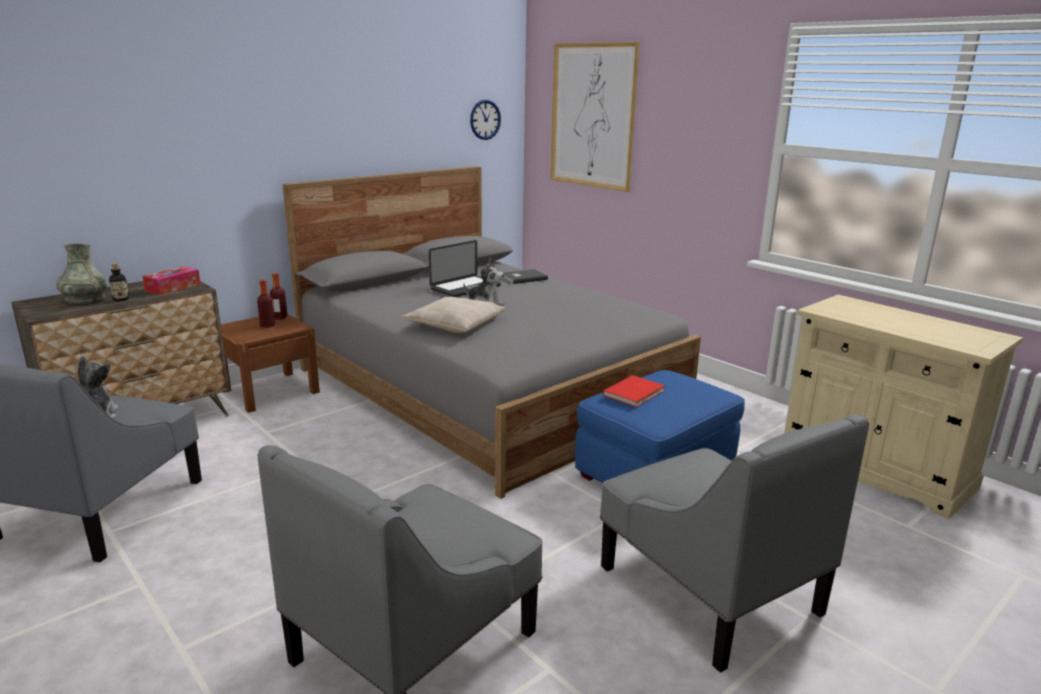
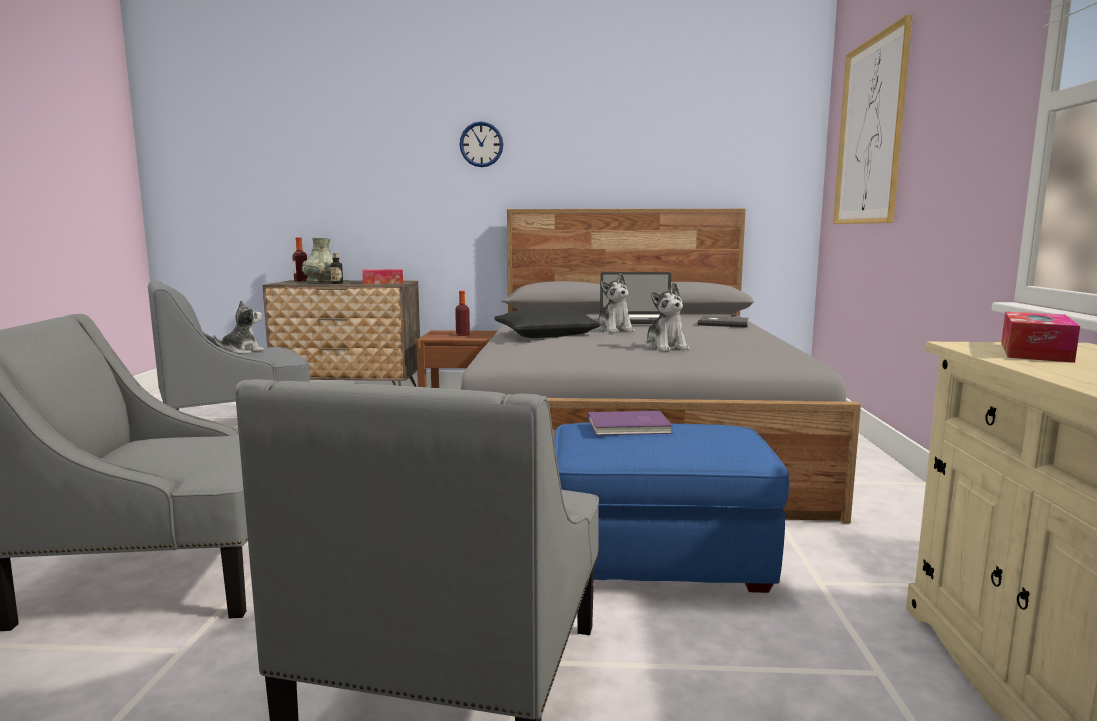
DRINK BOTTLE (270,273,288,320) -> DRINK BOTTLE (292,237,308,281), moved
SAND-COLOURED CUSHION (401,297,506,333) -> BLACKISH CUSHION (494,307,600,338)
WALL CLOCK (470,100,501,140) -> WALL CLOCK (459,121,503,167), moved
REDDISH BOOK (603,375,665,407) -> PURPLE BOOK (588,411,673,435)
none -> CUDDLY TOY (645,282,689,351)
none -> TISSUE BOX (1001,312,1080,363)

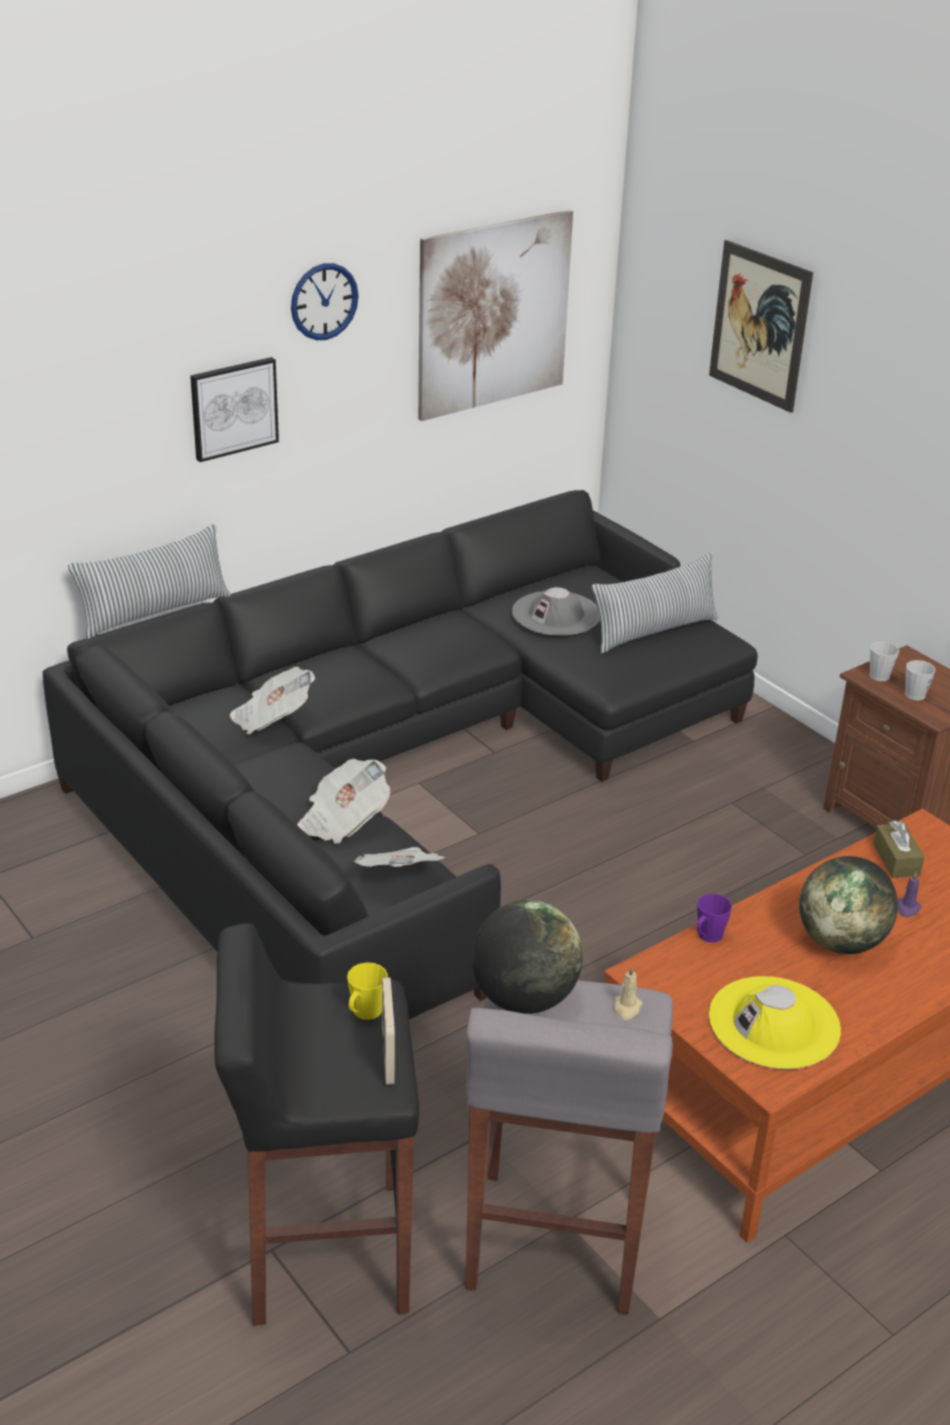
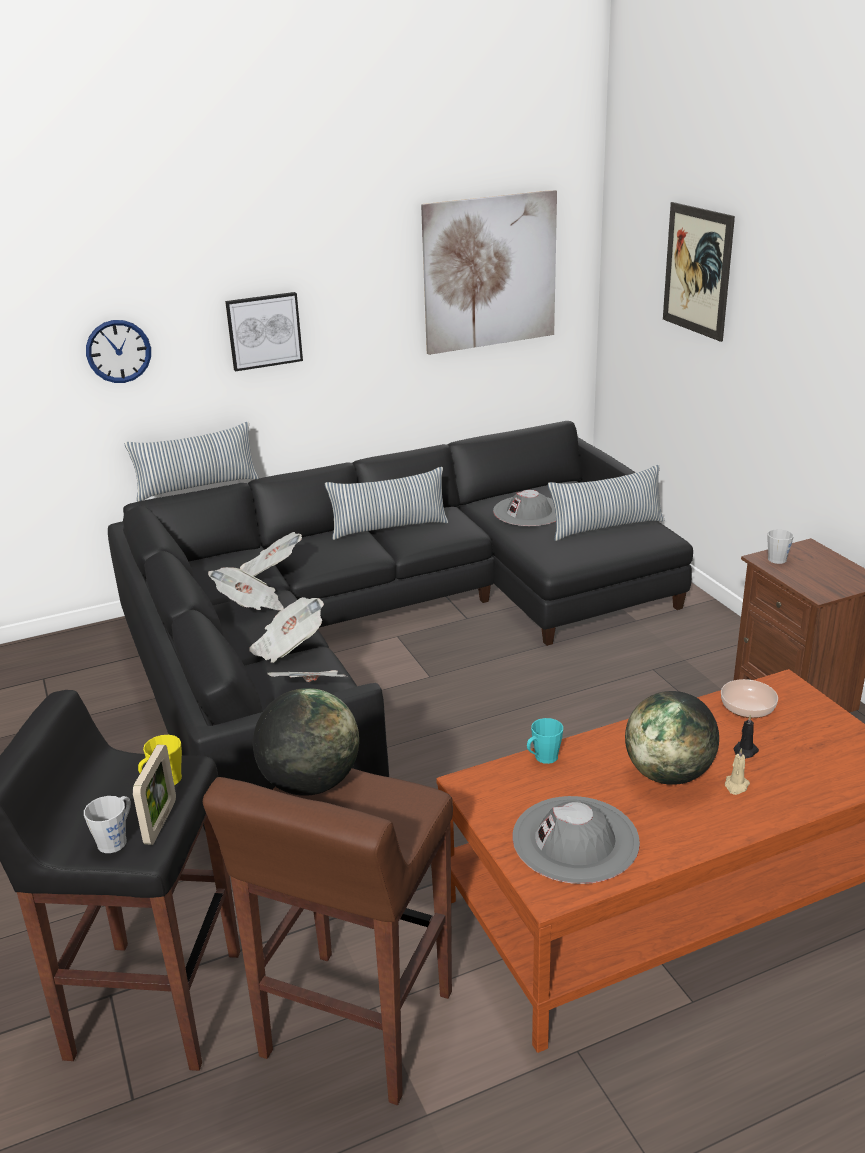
WALL CLOCK (291,263,359,340) -> WALL CLOCK (86,320,151,383), moved
GRAY STOOL SEAT (466,980,673,1314) -> BROWN STOOL SEAT (203,768,453,1105)
SAND-COLOURED CANDLE (614,966,643,1020) -> SAND-COLOURED CANDLE (725,748,750,795), moved
PURPLE MUG (697,894,732,943) -> BLUE-GREEN MUG (527,718,563,764)
YELLOW-COLOURED HAT (709,976,841,1070) -> GRAY HAT (513,796,640,884)
BROWN TISSUE BOX (873,820,924,878) -> SERVING BOWL (721,679,778,718)
PURPLE CANDLE (898,872,922,917) -> BLACKISH CANDLE (733,715,759,759)
GRAY MUG (905,660,935,700) -> GRAY MUG (84,796,131,853), moved
none -> DAILY PAPER (208,567,284,610)
none -> CUSHION (325,467,448,540)

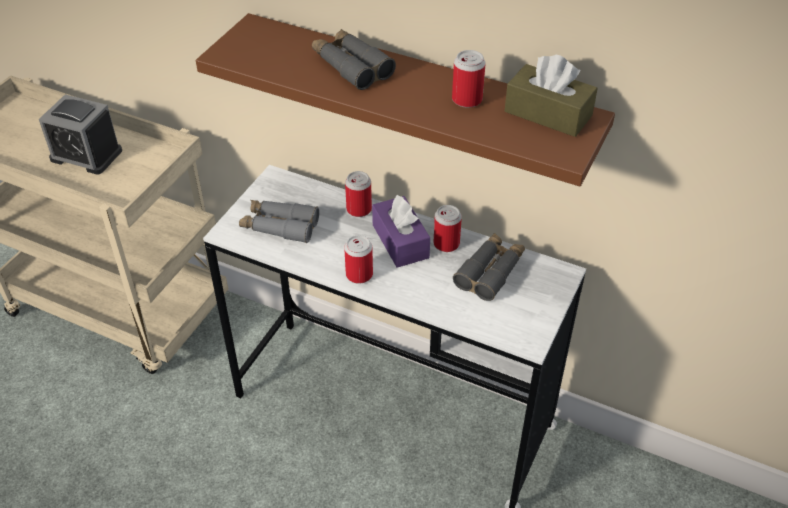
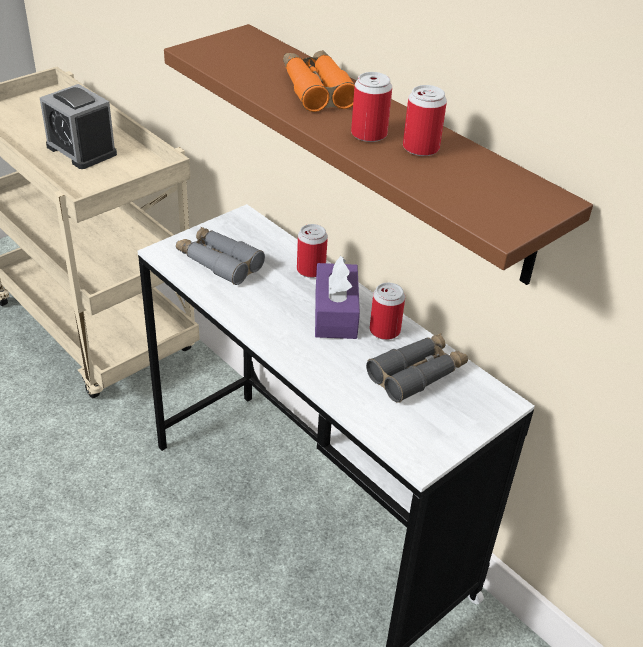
GRAY FIELD GLASSES (312,29,396,90) -> ORANGE FIELD GLASSES (283,50,355,112)
SEALED CAN (344,235,373,284) -> SEALED CAN (351,72,392,142), moved
BROWN TISSUE BOX (505,55,598,137) -> none

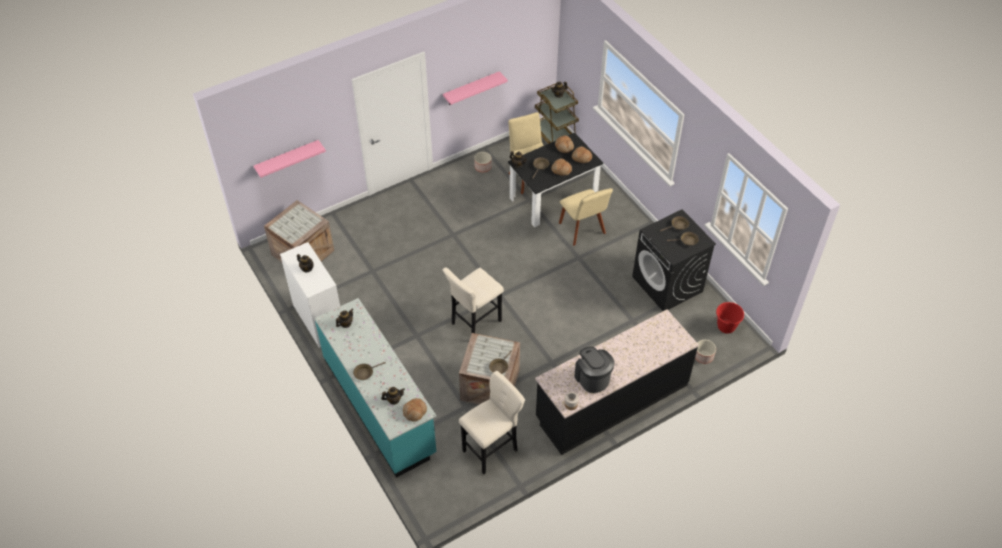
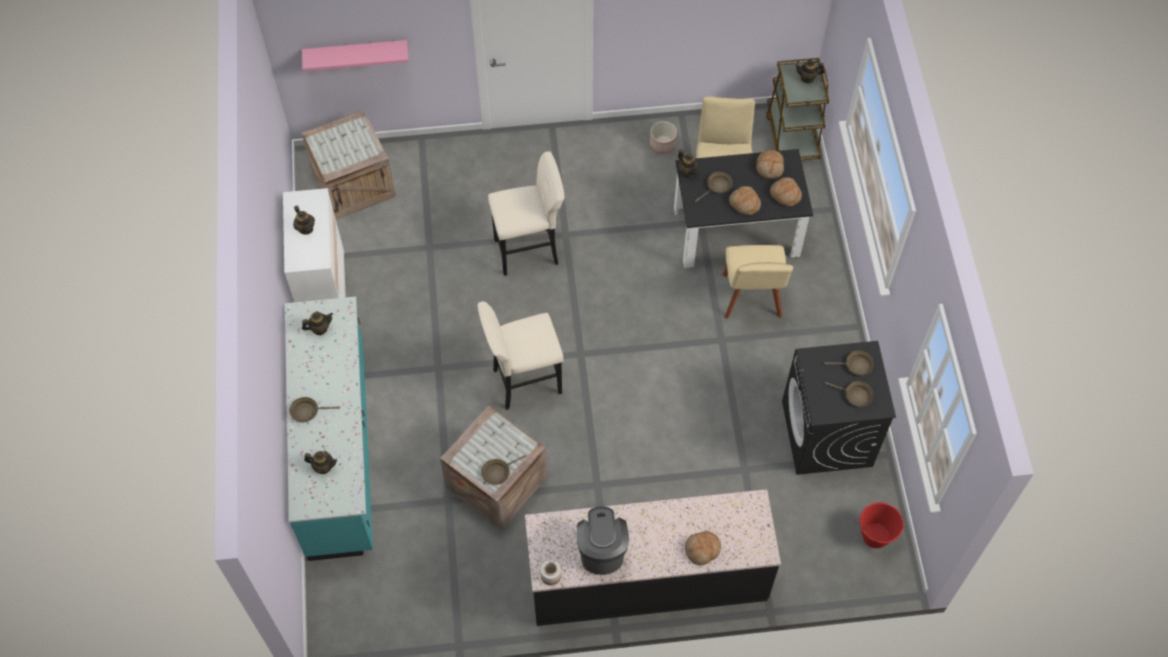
BAKERY BREAD (403,398,427,422) -> BAKERY BREAD (685,531,721,565), moved
PINKISH SHELF (443,71,508,105) -> none
SAND-COLOURED STOOL SEAT (459,371,525,474) -> SAND-COLOURED STOOL SEAT (488,151,565,276), moved
FLOWER POT (695,340,716,364) -> none

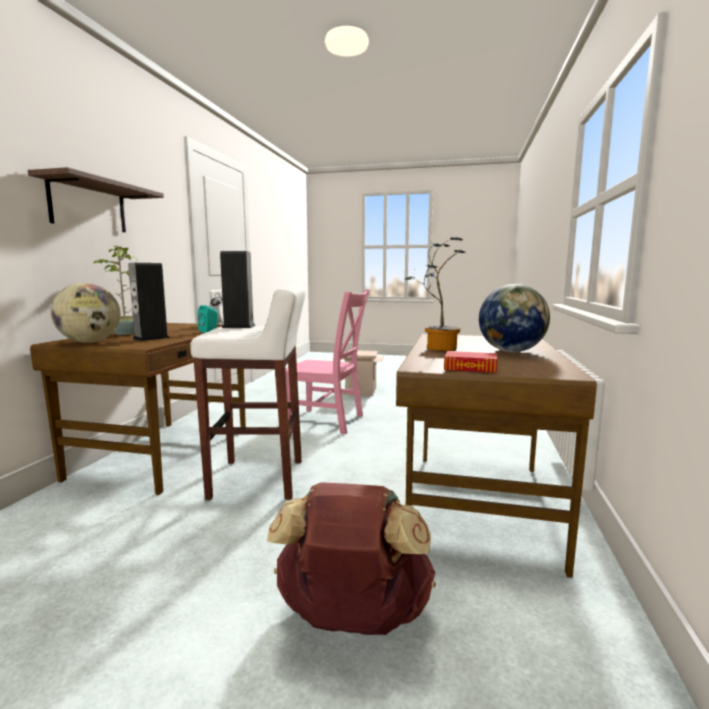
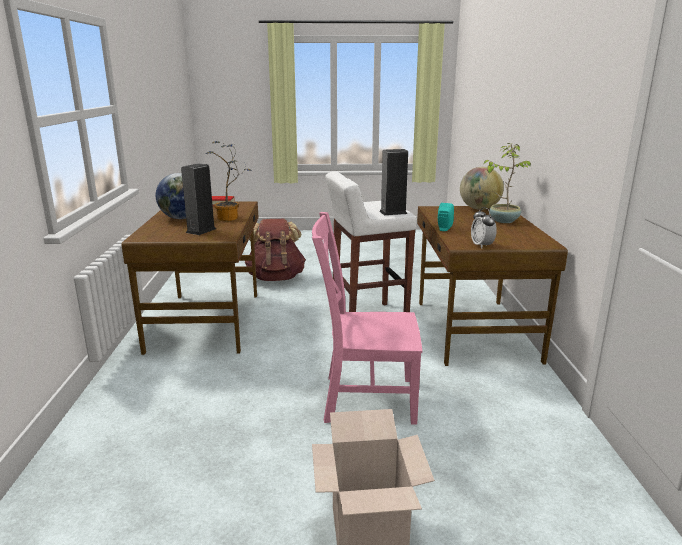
SHELF (28,167,164,232) -> none
AUDIO SPEAKER (128,263,170,341) -> AUDIO SPEAKER (181,163,216,235), moved

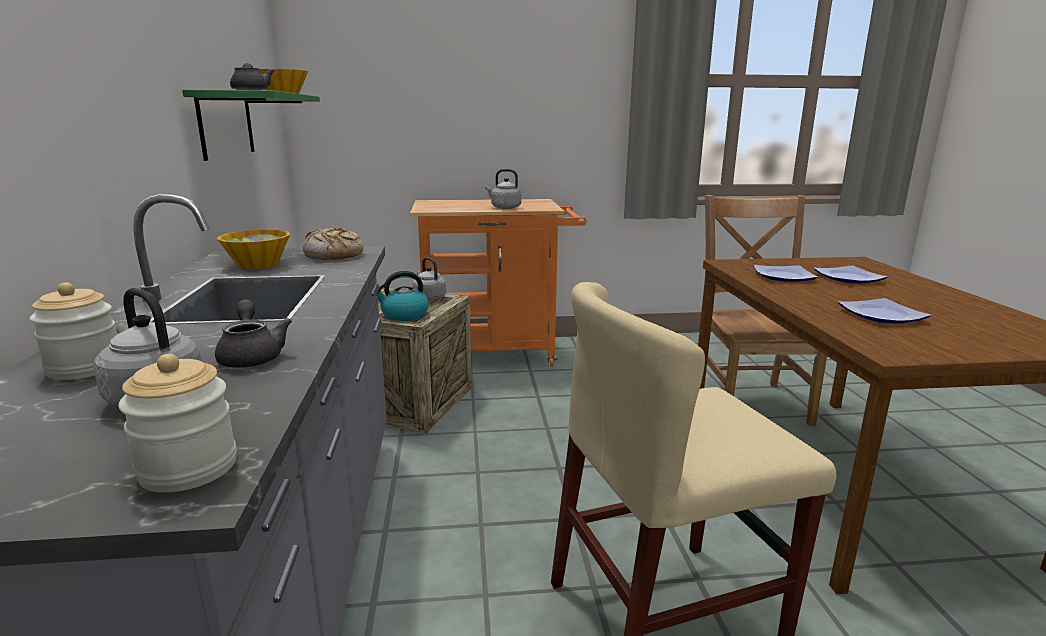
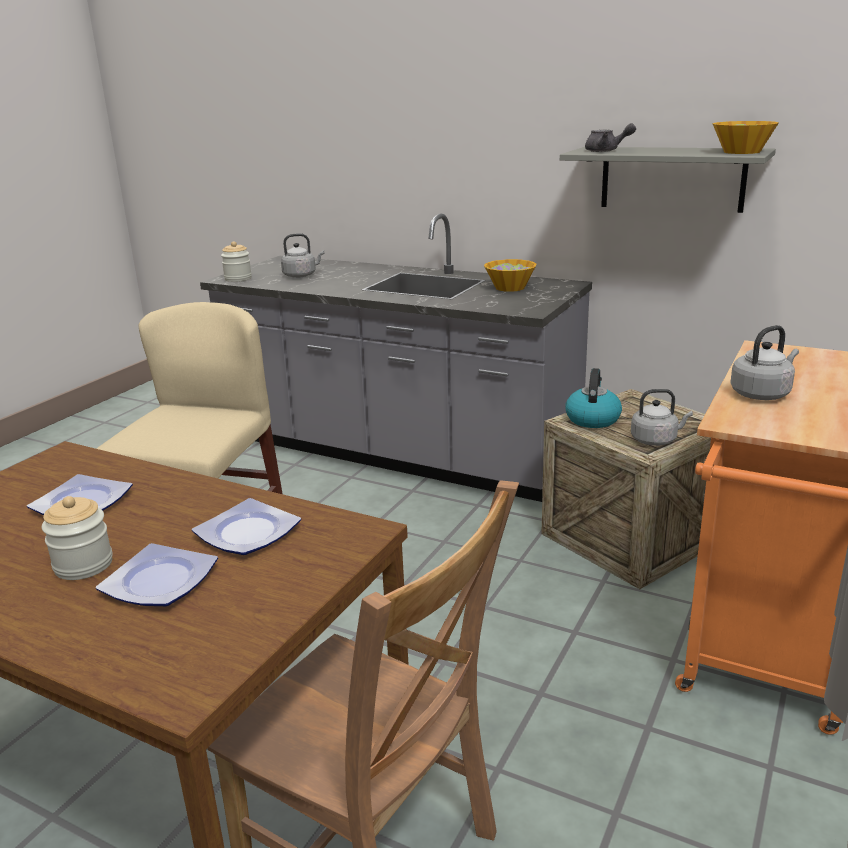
PRESERVE JAR (30,282,117,380) -> PRESERVE JAR (42,496,113,580), moved
GREEN SHELF (182,90,320,161) -> GRAY SHELF (560,147,776,213)
GRAY POT FOR TEA (215,300,292,368) -> none
BAKERY BREAD (303,227,364,260) -> none

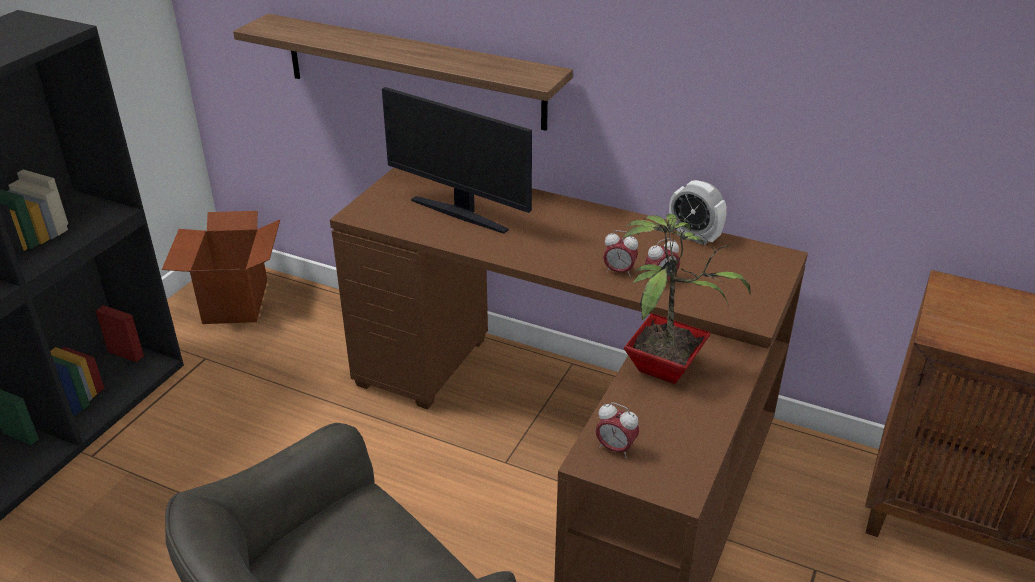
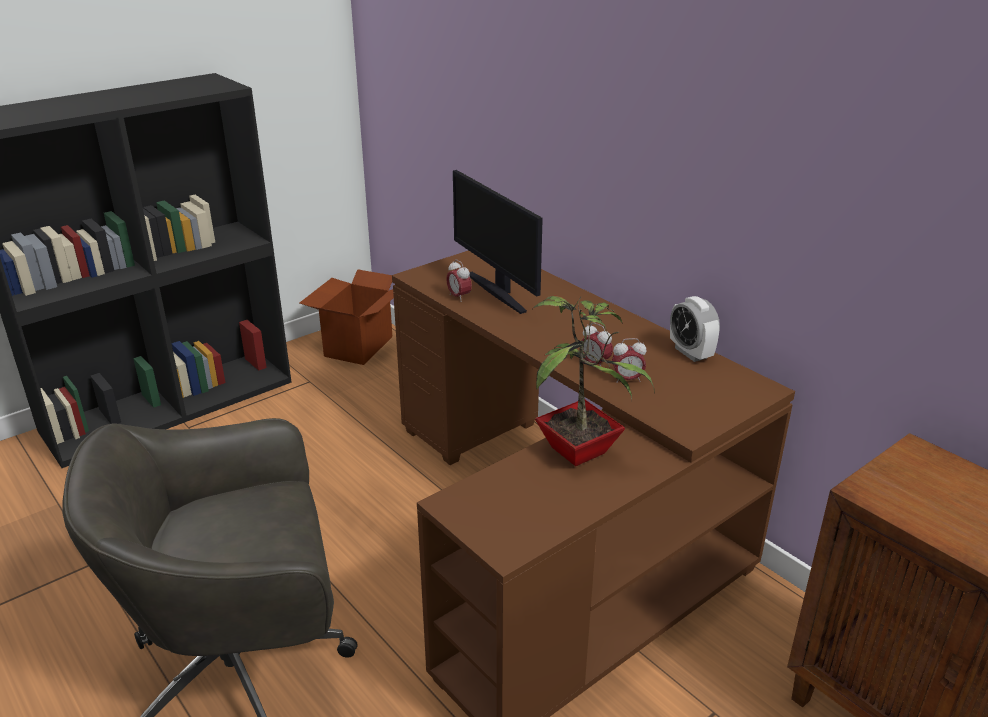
SHELF (233,14,573,131) -> none
ALARM CLOCK (596,402,639,458) -> ALARM CLOCK (446,259,472,302), moved

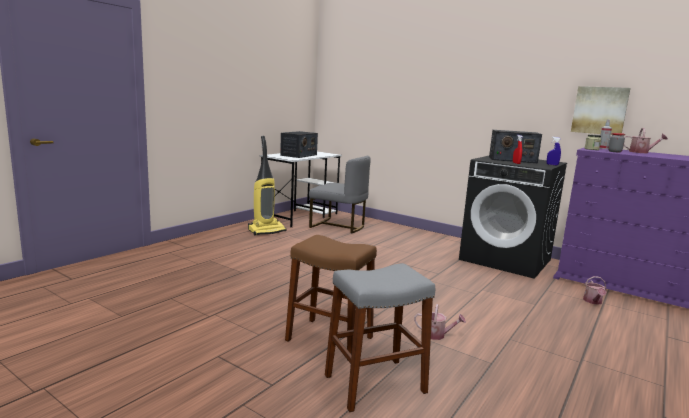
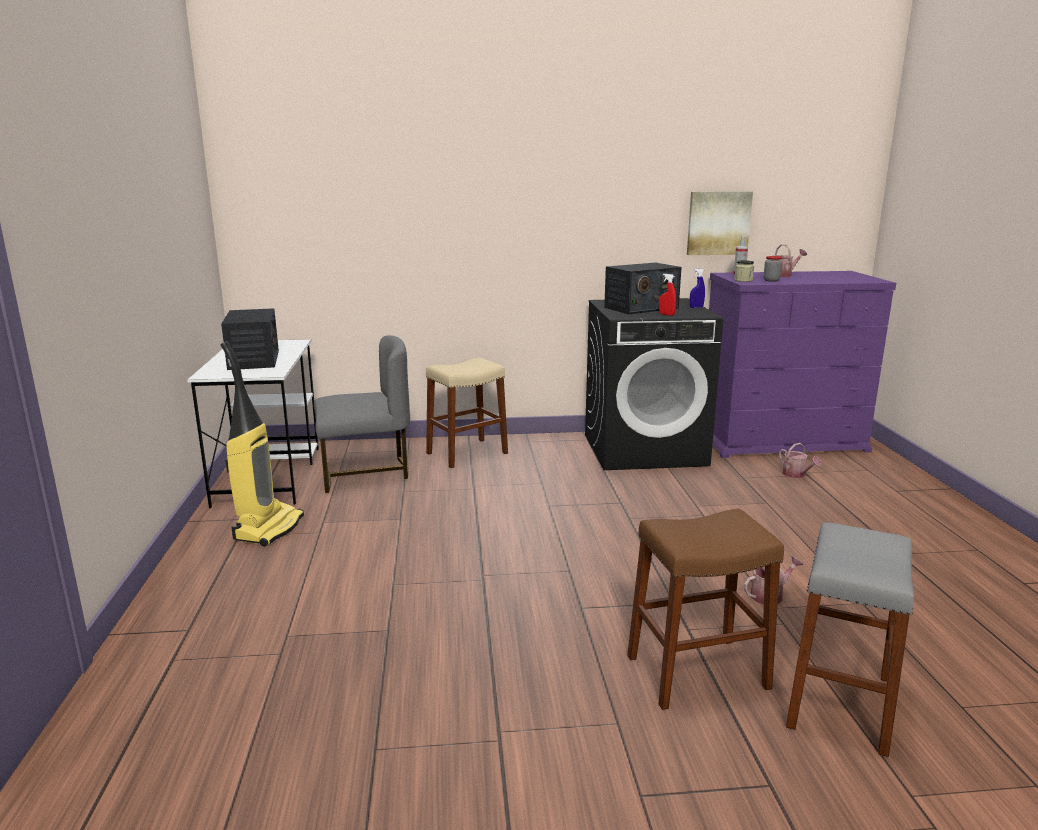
none -> SAND-COLOURED STOOL SEAT (426,358,508,468)

